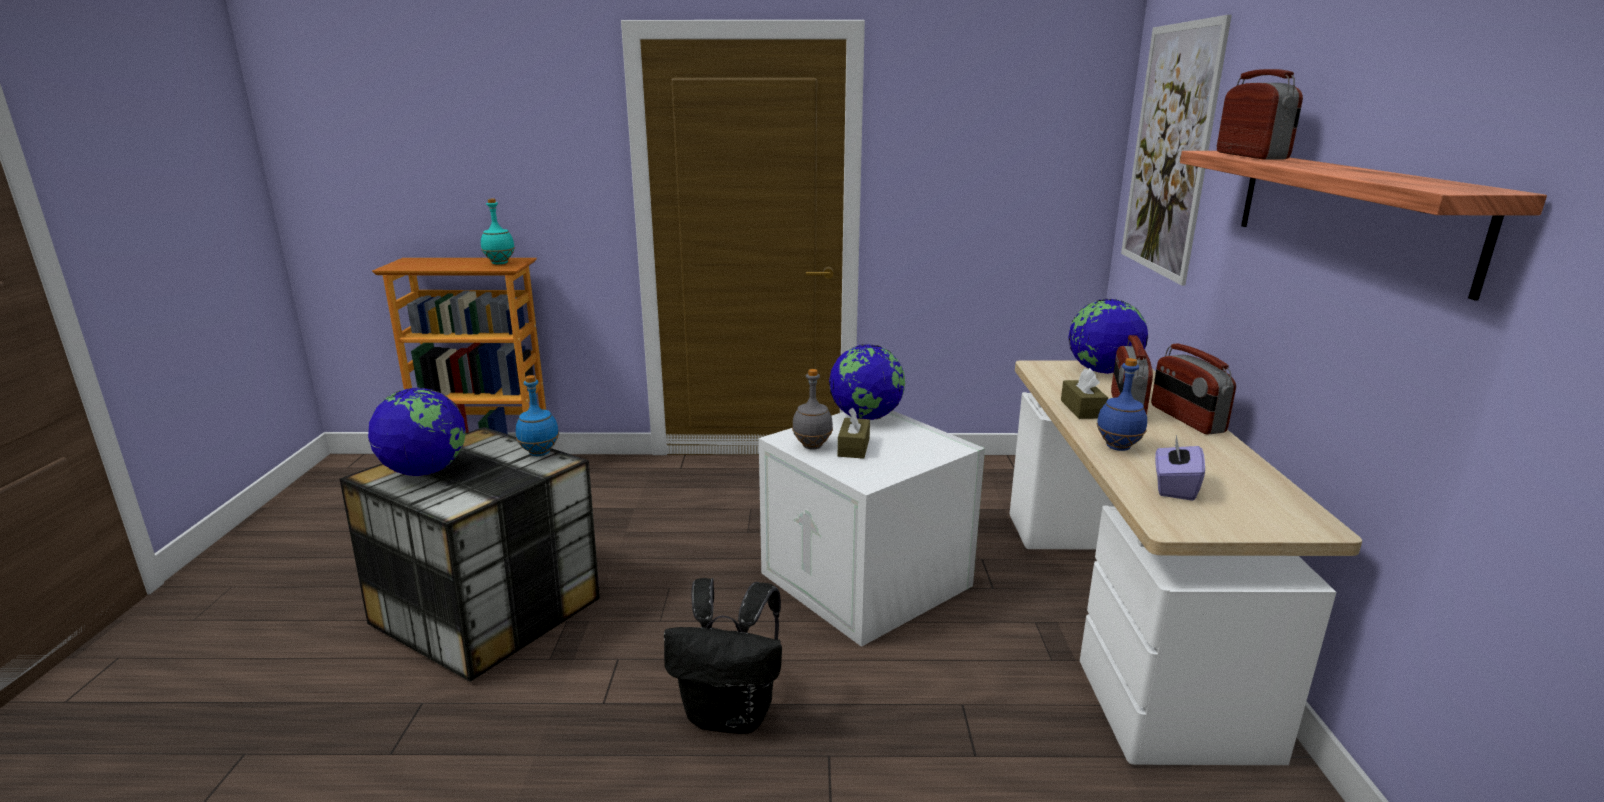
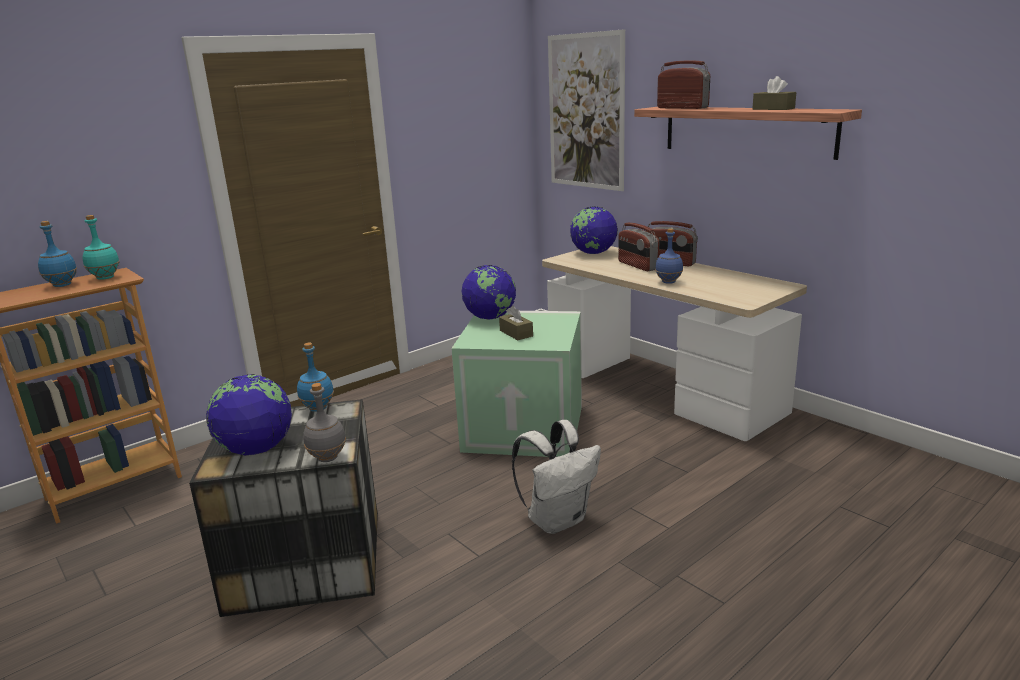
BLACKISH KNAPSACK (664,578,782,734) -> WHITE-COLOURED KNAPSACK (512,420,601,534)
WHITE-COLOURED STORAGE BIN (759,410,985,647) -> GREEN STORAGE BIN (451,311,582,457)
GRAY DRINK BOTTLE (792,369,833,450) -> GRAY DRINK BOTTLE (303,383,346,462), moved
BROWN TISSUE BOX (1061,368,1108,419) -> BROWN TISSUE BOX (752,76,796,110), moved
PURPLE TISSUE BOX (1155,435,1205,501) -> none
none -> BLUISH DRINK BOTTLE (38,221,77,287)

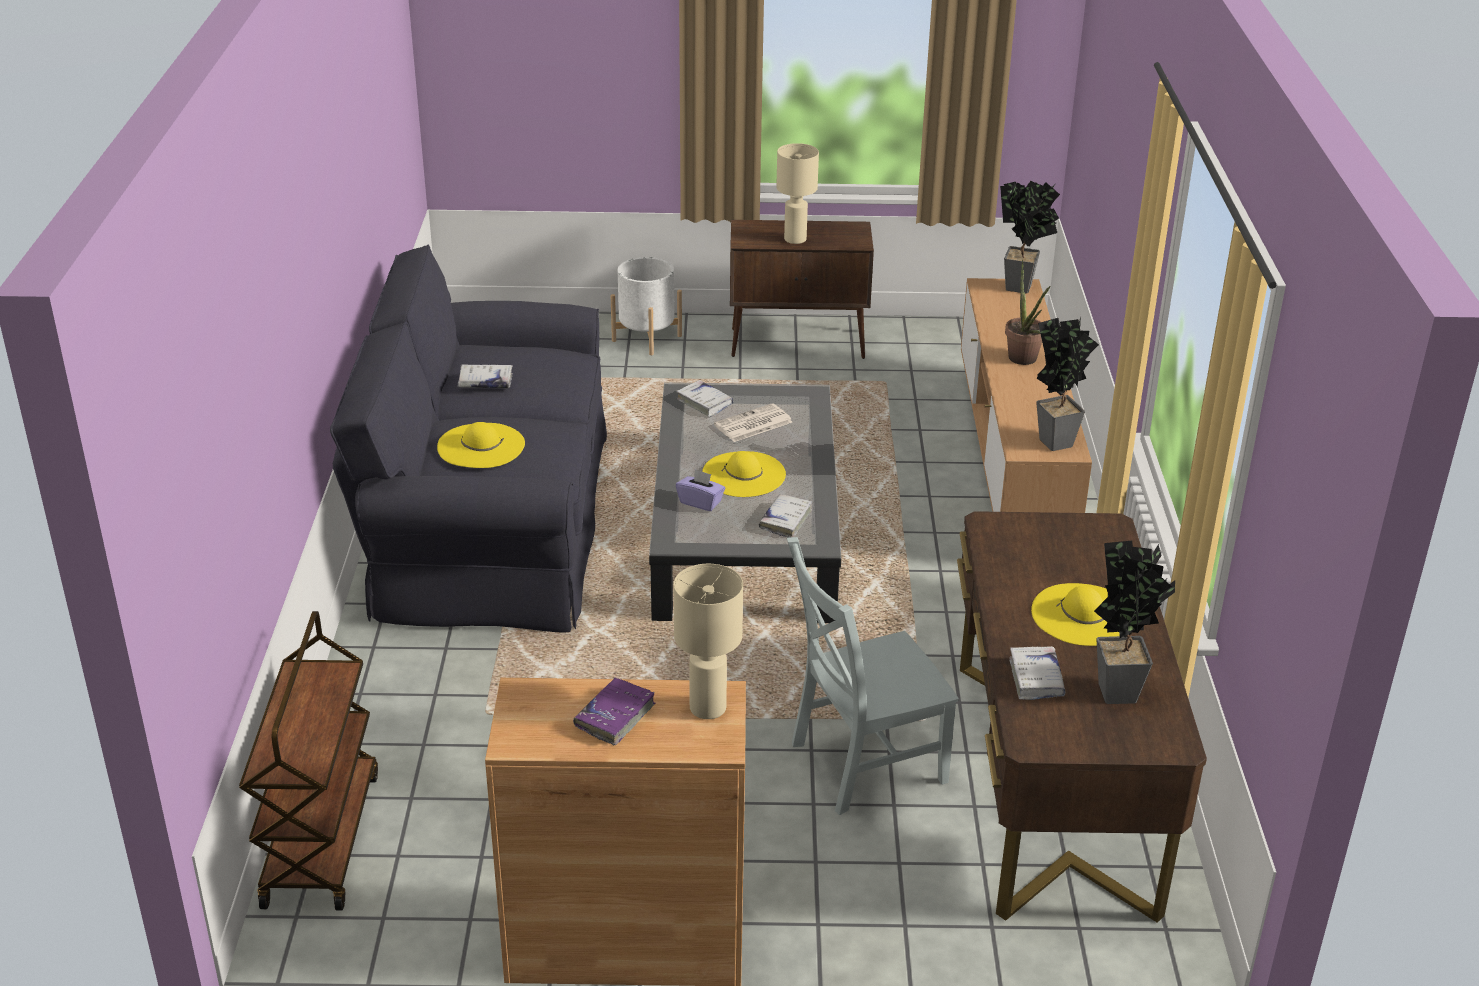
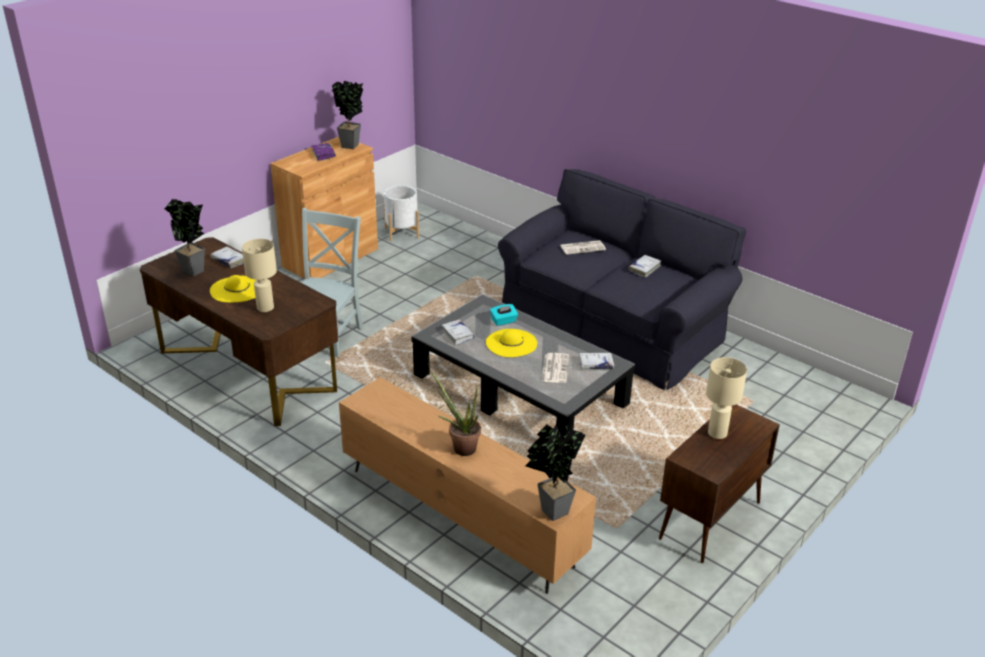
BROWN WHEELED CART (239,611,378,910) -> none
YELLOW-COLOURED HAT (437,422,525,468) -> DAILY PAPER (560,240,606,255)
WHITE-COLOURED FLOWER POT (610,257,682,355) -> WHITE-COLOURED FLOWER POT (384,186,419,241), moved
SAND-COLOURED LAMP FOR A TABLE (674,564,743,719) -> SAND-COLOURED LAMP FOR A TABLE (242,239,277,312), moved
PURPLE TISSUE BOX (676,469,725,511) -> BLUE-GREEN TISSUE BOX (490,304,518,326)
POTTED PLANT (1036,317,1099,451) -> POTTED PLANT (332,81,363,149), moved

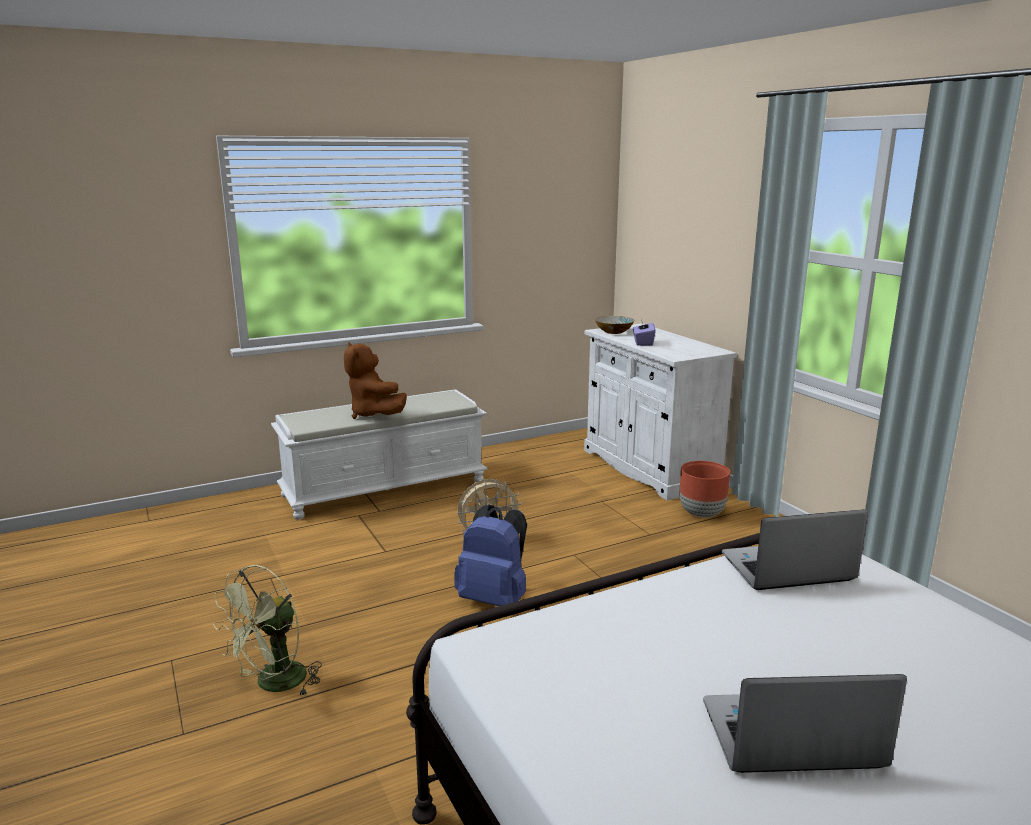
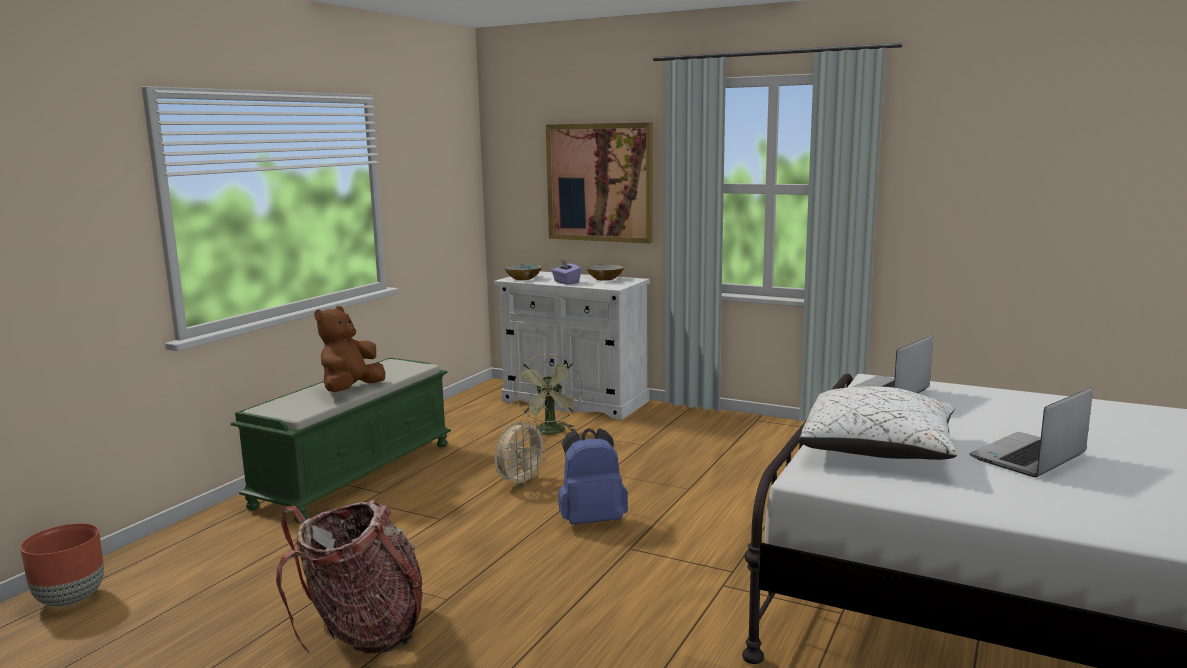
GREEN ELECTRIC FAN (213,565,322,697) -> GREEN ELECTRIC FAN (514,354,583,435), moved
WHITE-COLOURED LONG SEAT (271,389,487,520) -> GREEN LONG SEAT (231,358,451,523)
BROWN CUDDLY TOY (344,342,407,419) -> BROWN CUDDLY TOY (314,306,385,392), 90 degrees clockwise
BROWN FLOWER POT (680,461,730,518) -> BROWN FLOWER POT (20,523,104,607), moved
none -> KNAPSACK (276,500,423,654)
none -> WALL ART (546,122,653,244)
none -> SERVING BOWL (586,264,624,281)
none -> WHITE-COLOURED CUSHION (799,386,957,460)

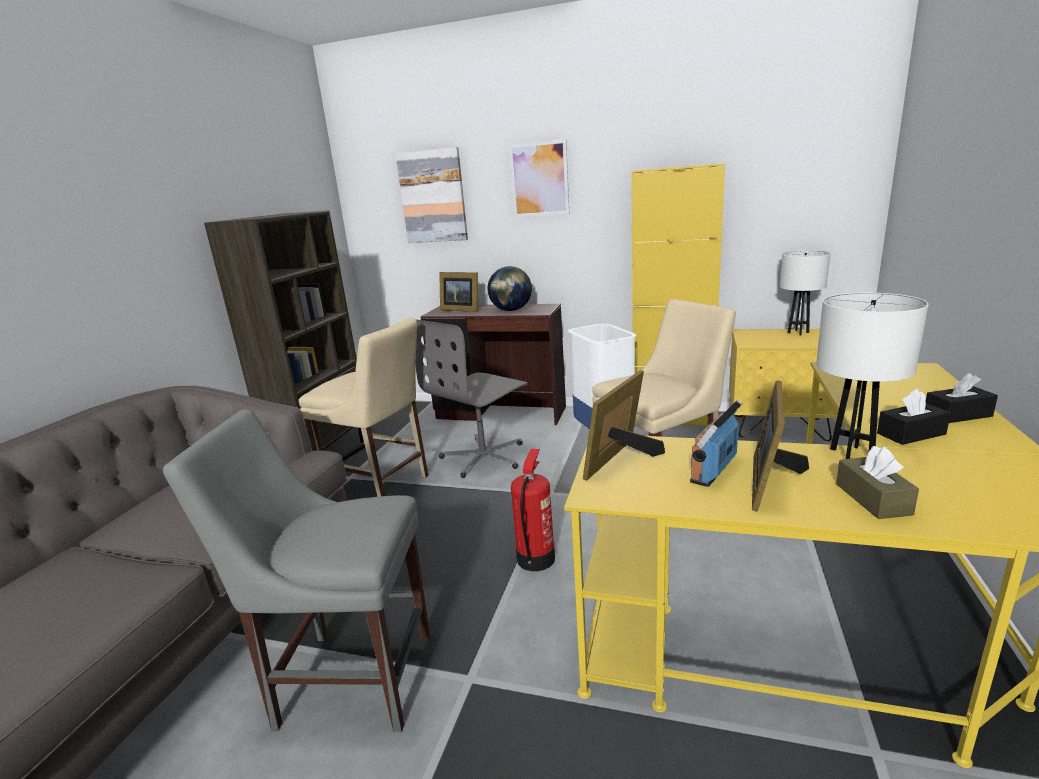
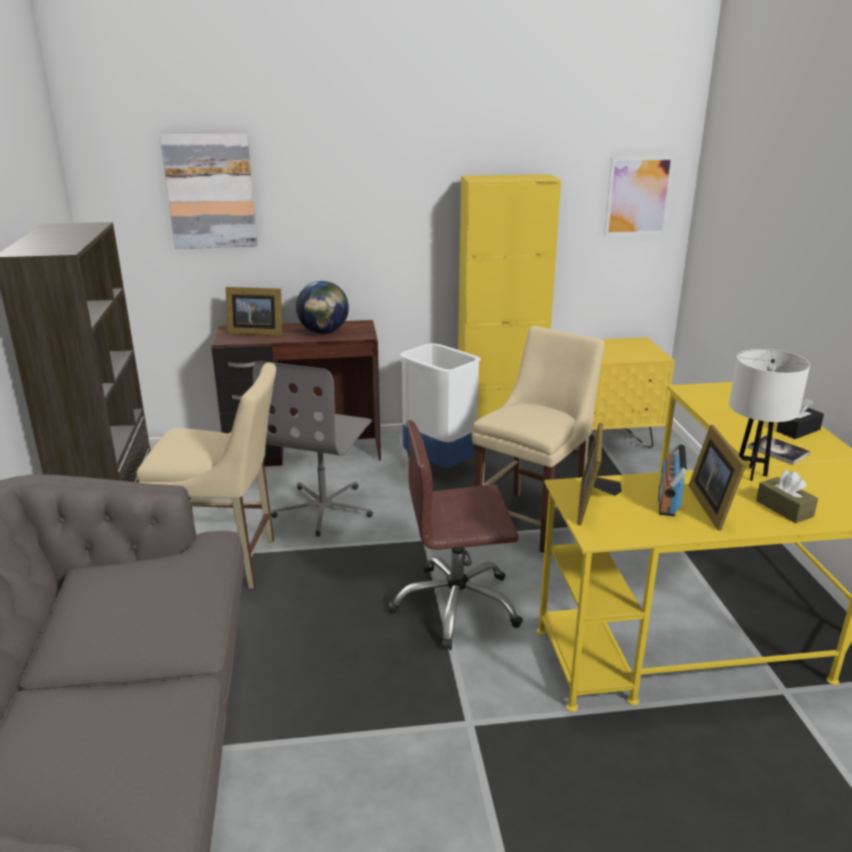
GRAY CHAIR (163,409,430,732) -> none
WALL ART (509,139,569,217) -> WALL ART (604,156,675,236), moved
EXTINGUISHER (511,449,555,571) -> BROWN COMPUTER CHAIR (388,420,523,650)
WHITE-COLOURED LAMP FOR A TABLE (780,250,831,336) -> none
BLACKISH TISSUE BOX (877,389,951,445) -> BOOK (748,435,810,465)

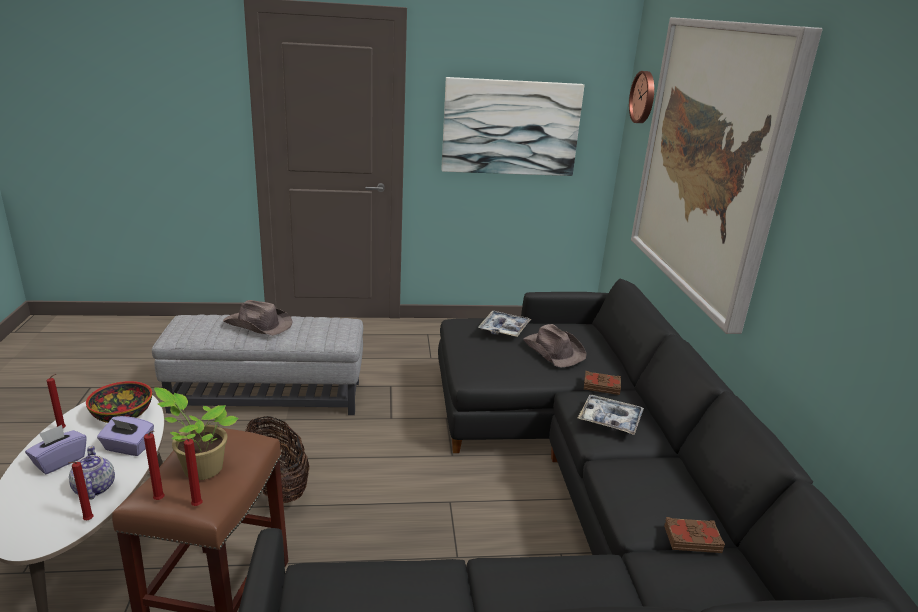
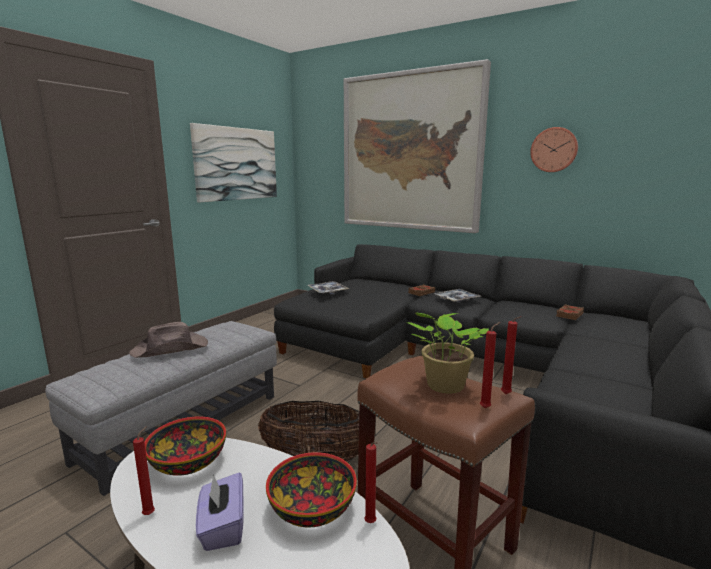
POT FOR TEA (69,446,115,500) -> SERVING BOWL (266,452,357,528)
PURPLE TISSUE BOX (97,416,154,456) -> none
BROWN HAT (523,324,587,367) -> none
WALL CLOCK (629,71,654,123) -> WALL CLOCK (530,127,578,172), moved

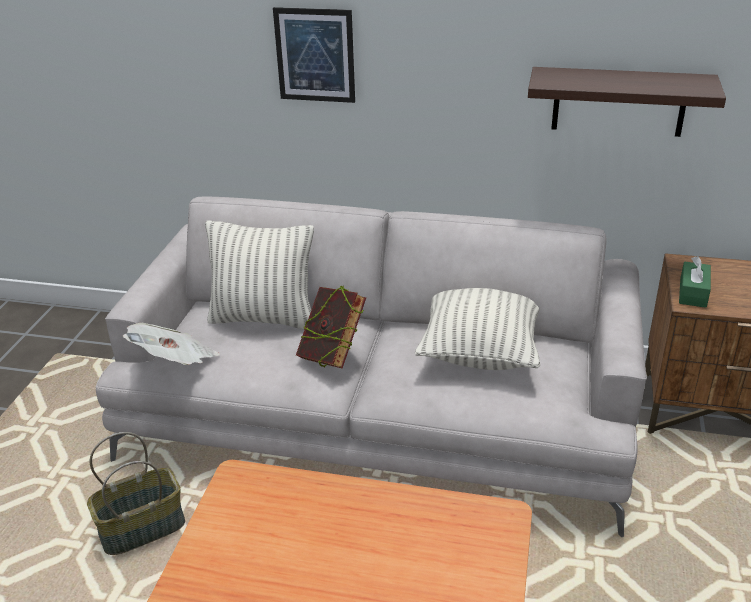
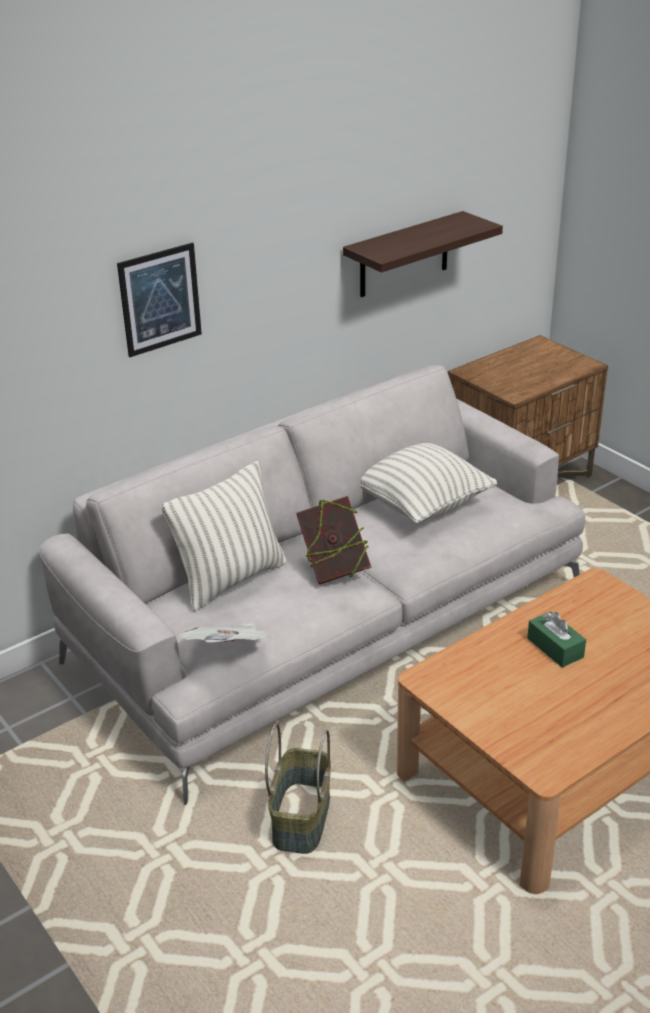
GREEN TISSUE BOX (679,256,711,308) -> GREEN TISSUE BOX (527,611,586,668), moved

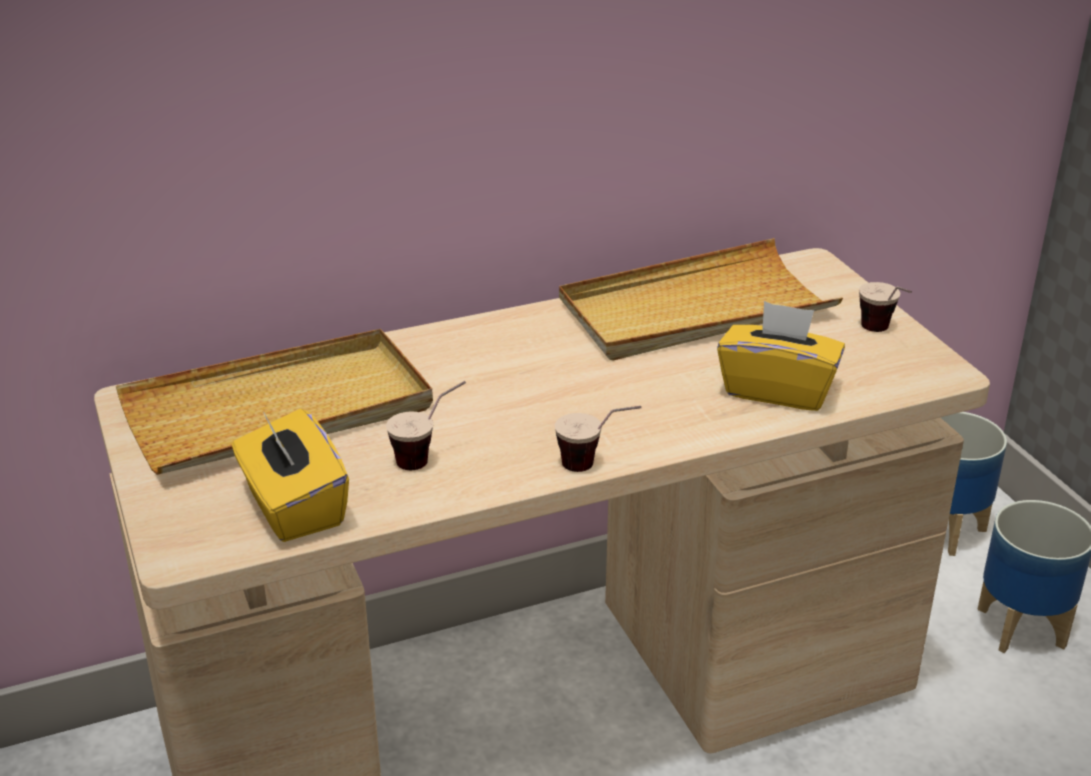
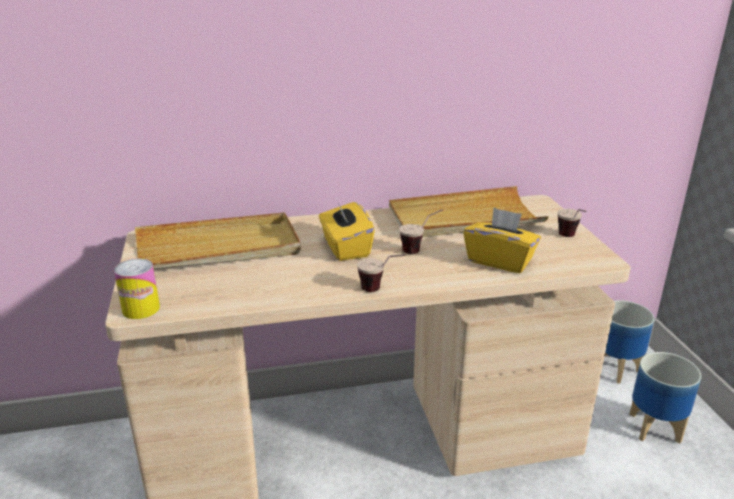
YELLOW-COLOURED TISSUE BOX (232,409,349,542) -> YELLOW-COLOURED TISSUE BOX (319,198,375,261), moved
SMALL CUP (386,381,466,470) -> SMALL CUP (399,209,443,254), moved
none -> SEALED CAN (114,258,160,319)

